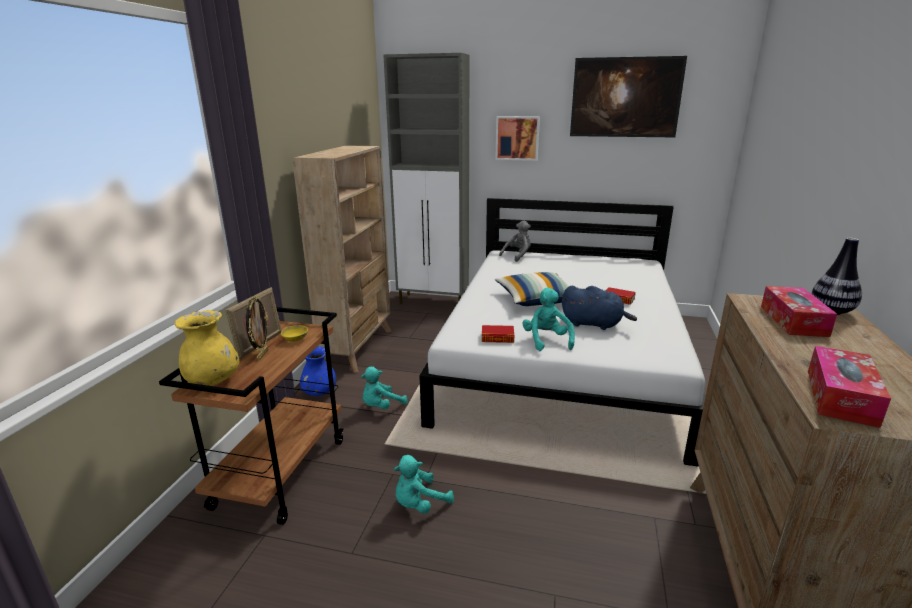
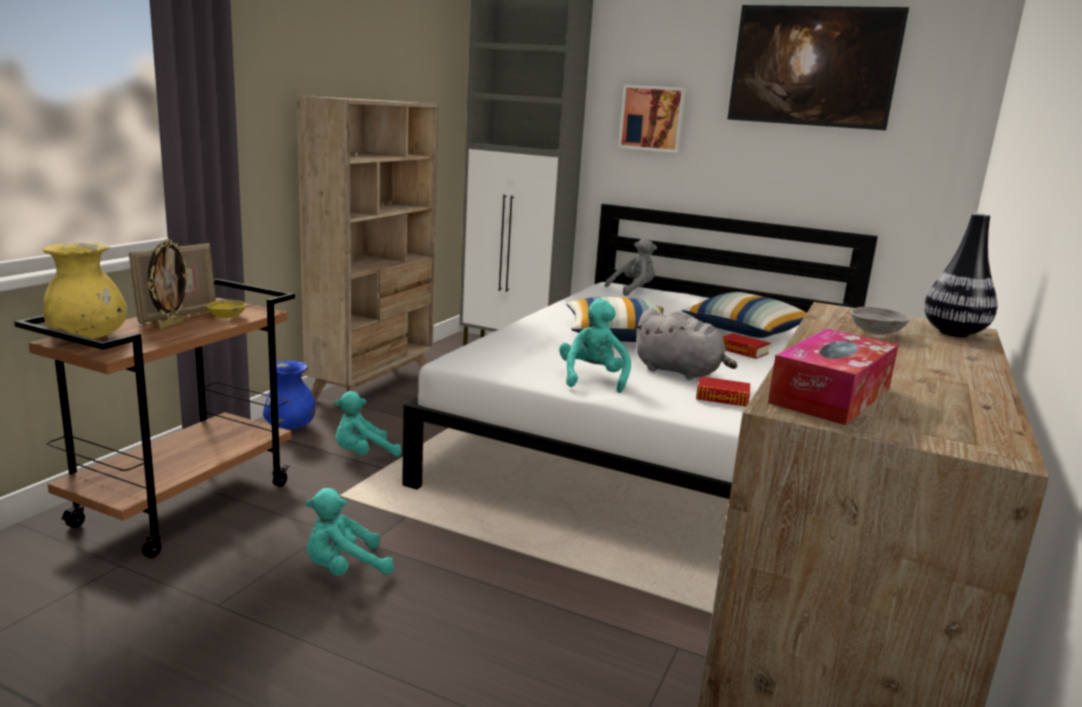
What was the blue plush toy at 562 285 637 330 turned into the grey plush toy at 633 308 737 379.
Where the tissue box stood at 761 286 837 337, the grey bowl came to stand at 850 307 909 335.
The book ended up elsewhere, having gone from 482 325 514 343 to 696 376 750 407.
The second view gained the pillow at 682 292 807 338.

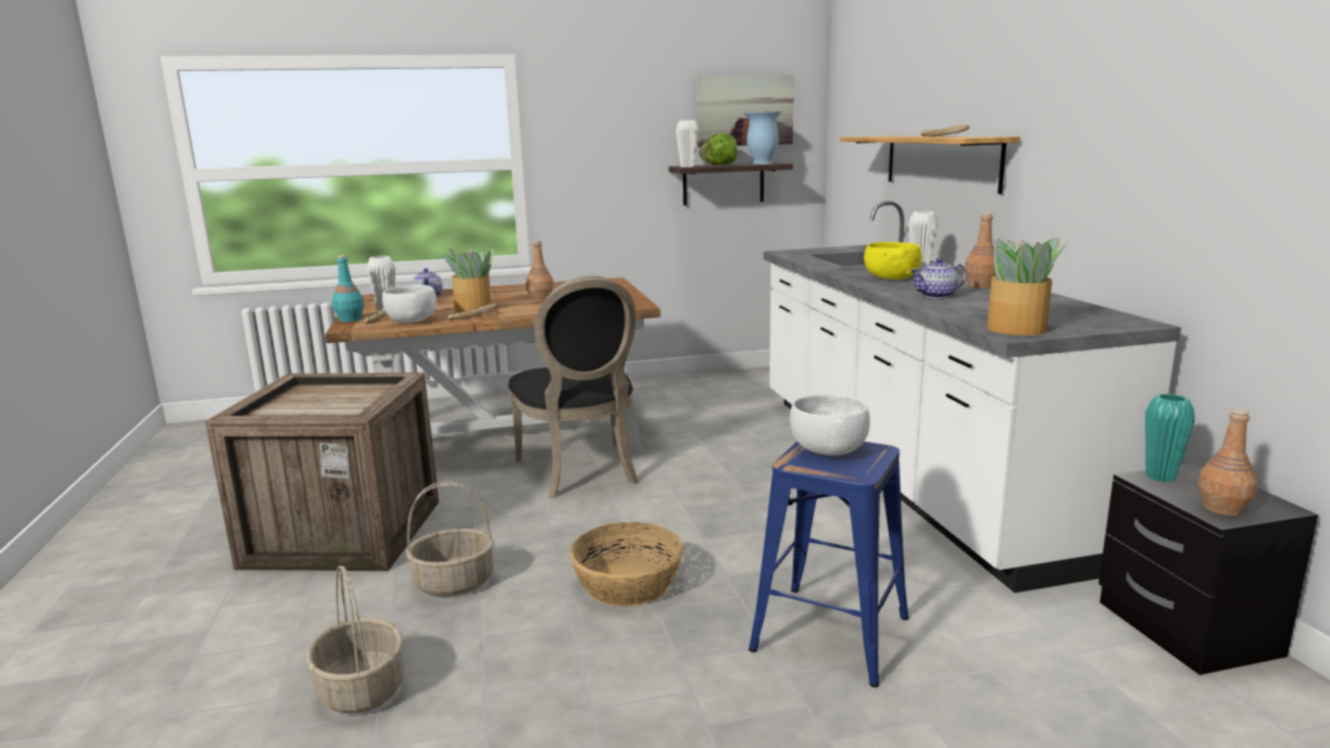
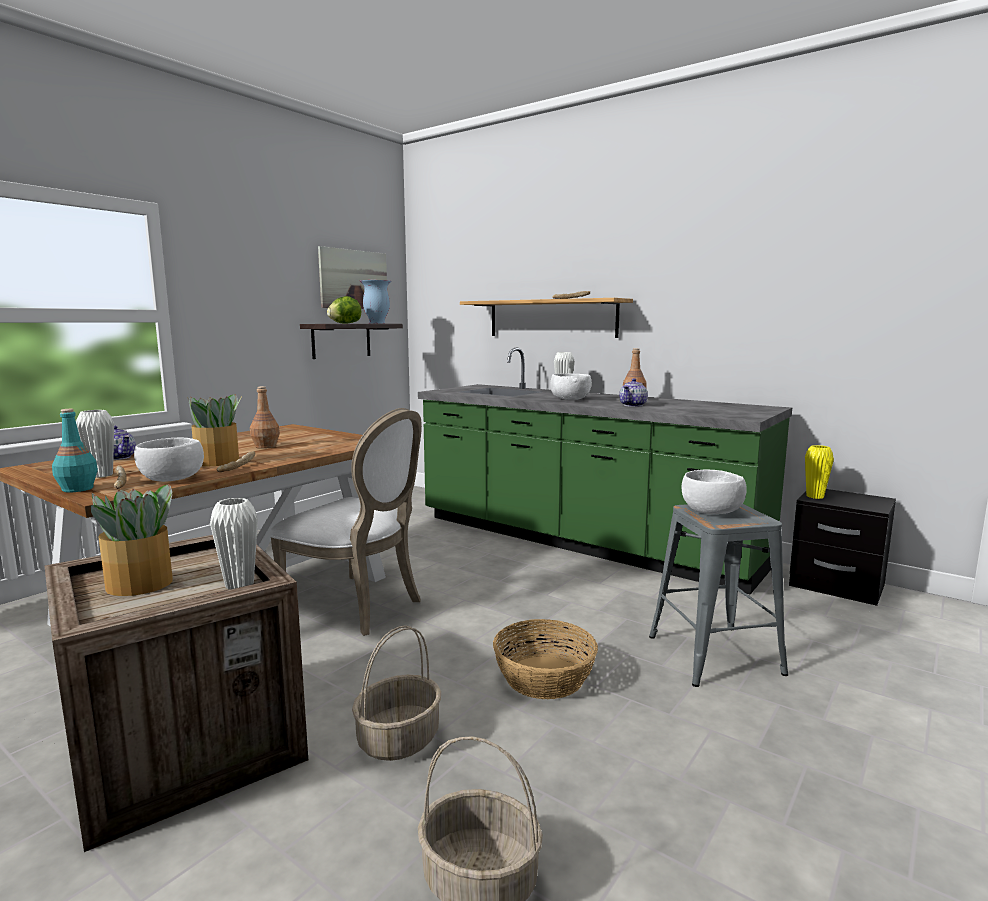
The white vase ended up elsewhere, having gone from 676 120 698 167 to 210 498 258 589.
What was the white counter at 764 201 1181 593 turned into the green counter at 418 348 792 595.
The potted plant ended up elsewhere, having gone from 987 238 1067 335 to 91 484 173 596.
What was the yellow bowl at 864 242 922 280 turned into the white bowl at 550 373 592 400.
What was the black chair at 508 276 639 498 turned into the white chair at 270 408 422 636.
What was the turquoise vase at 1145 394 1195 482 turned into the yellow vase at 805 445 834 499.
The second view lost the brown bottle at 1198 409 1258 516.
What was the blue stool at 749 441 909 687 turned into the grey stool at 649 504 788 687.

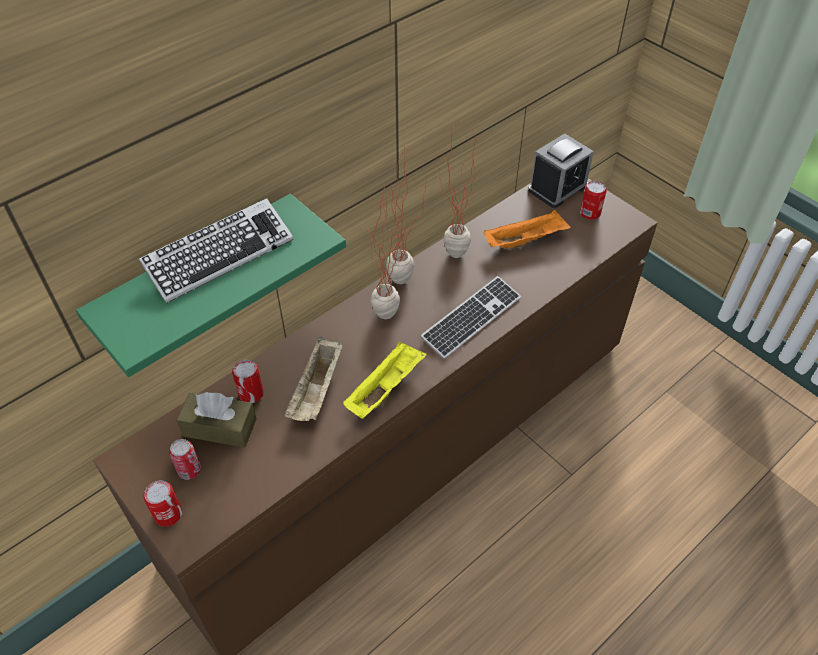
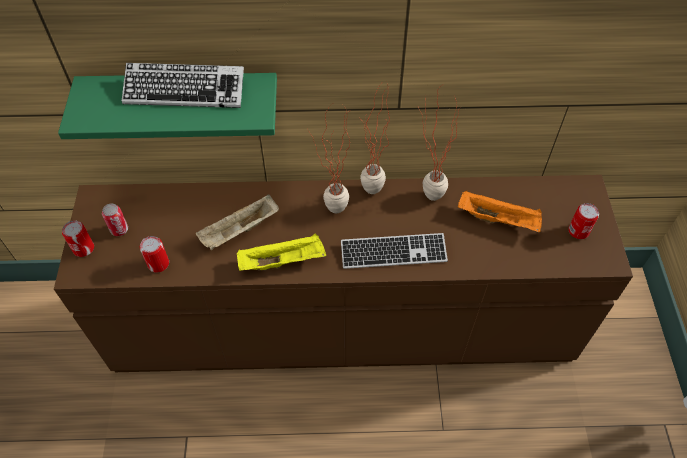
The second view lost the alarm clock at 528 134 594 208.
The can ended up elsewhere, having gone from 232 360 264 403 to 140 236 169 273.
The second view lost the brown tissue box at 176 392 256 448.

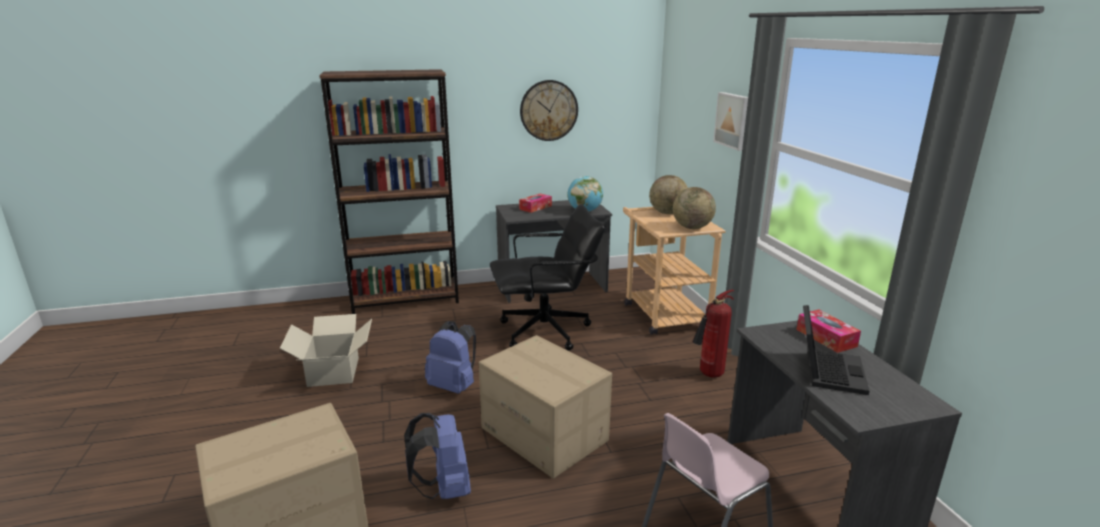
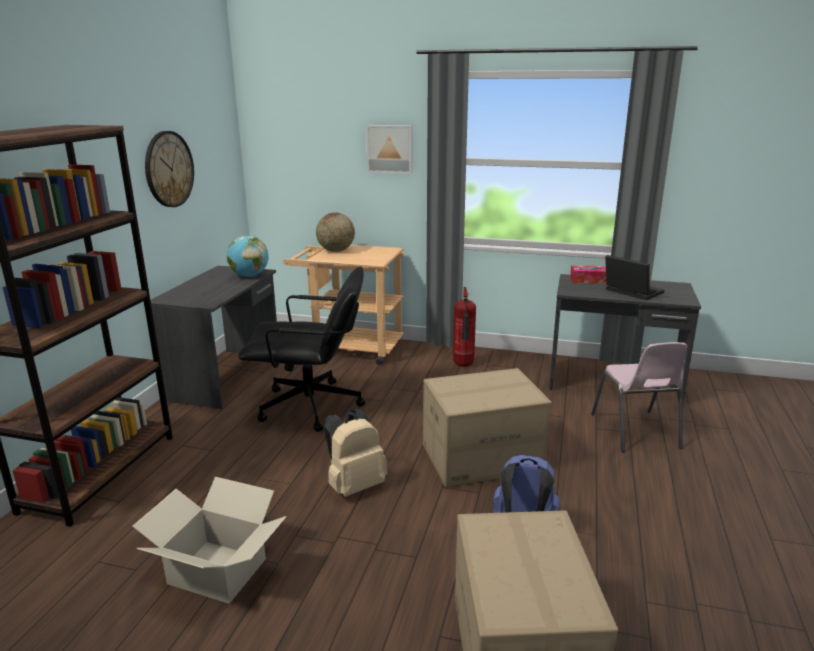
The second view lost the globe at 673 187 716 229.
The second view lost the tissue box at 519 194 552 213.
The black office chair at 490 204 605 351 ended up facing another way, 75 degrees clockwise from before.
What was the blue backpack at 425 321 476 394 turned into the beige backpack at 324 409 388 497.

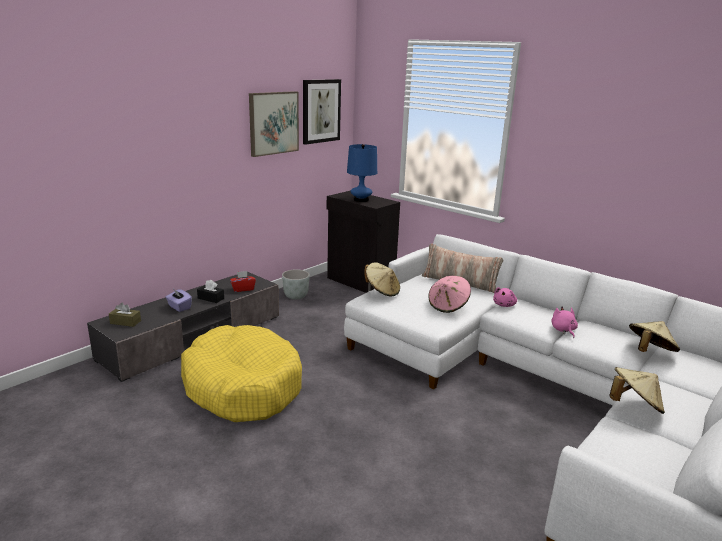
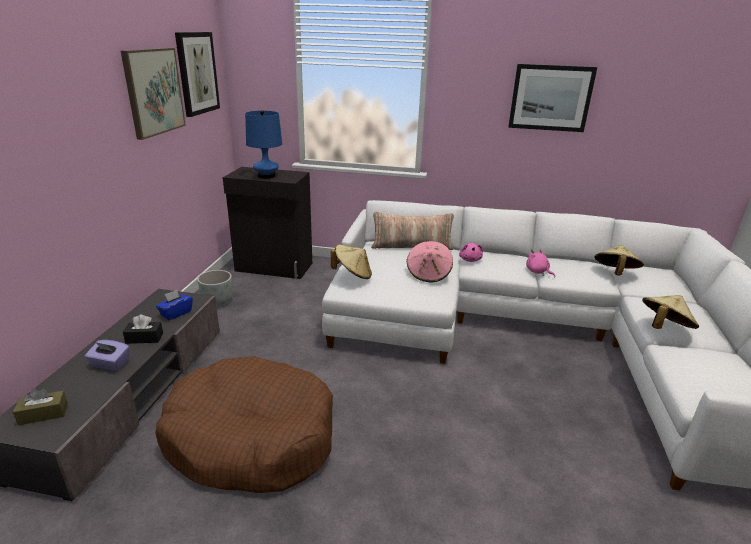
What was the red tissue box at 230 271 256 292 turned into the blue tissue box at 156 290 193 320.
What was the yellow dog bed at 181 325 302 422 turned into the brown dog bed at 155 356 333 493.
The second view gained the picture at 508 64 597 132.

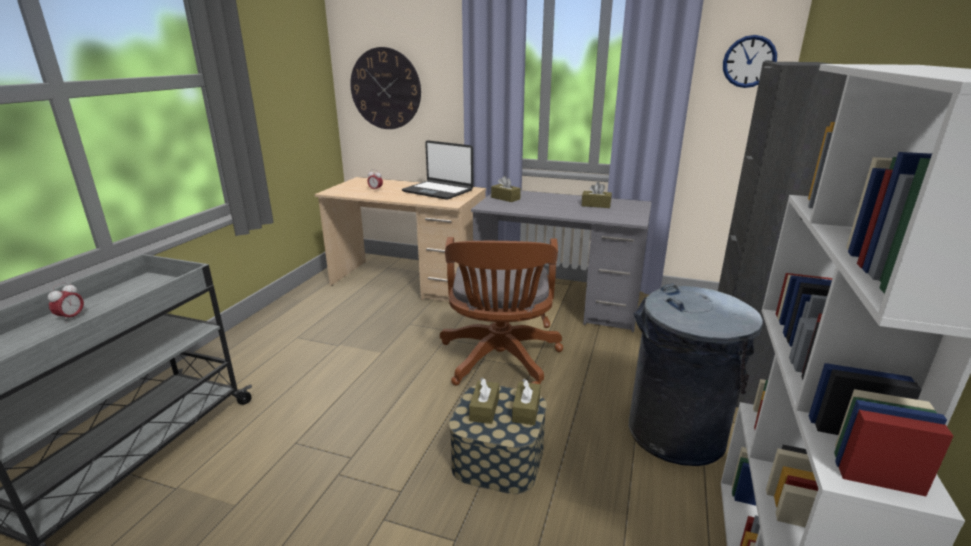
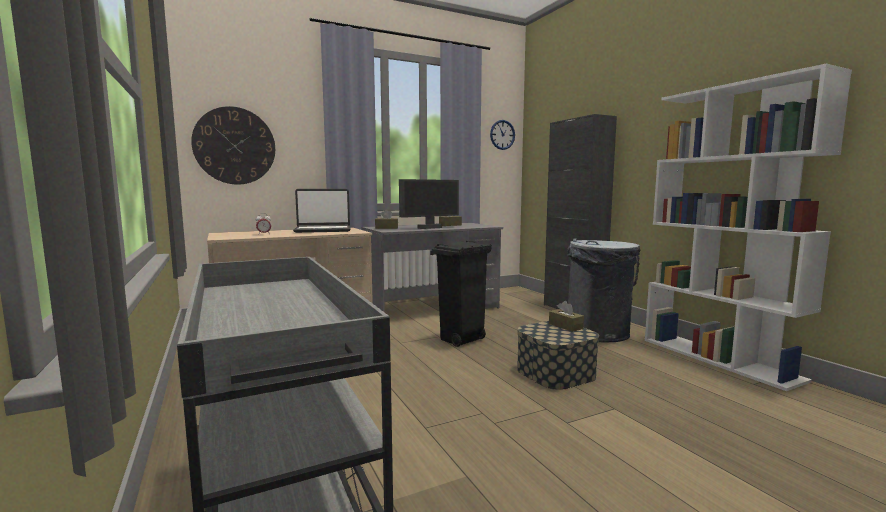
Where the brown office chair stood at 440 237 563 386, the black trash can came to stand at 430 241 492 347.
The second view lost the alarm clock at 48 282 84 323.
The second view lost the brown tissue box at 469 378 499 424.
The second view gained the monitor at 399 179 459 229.

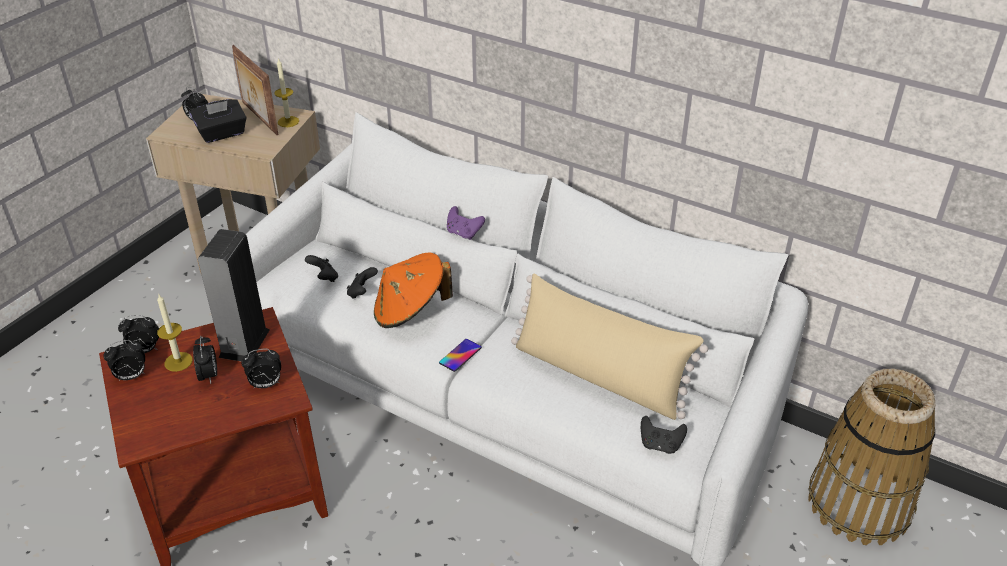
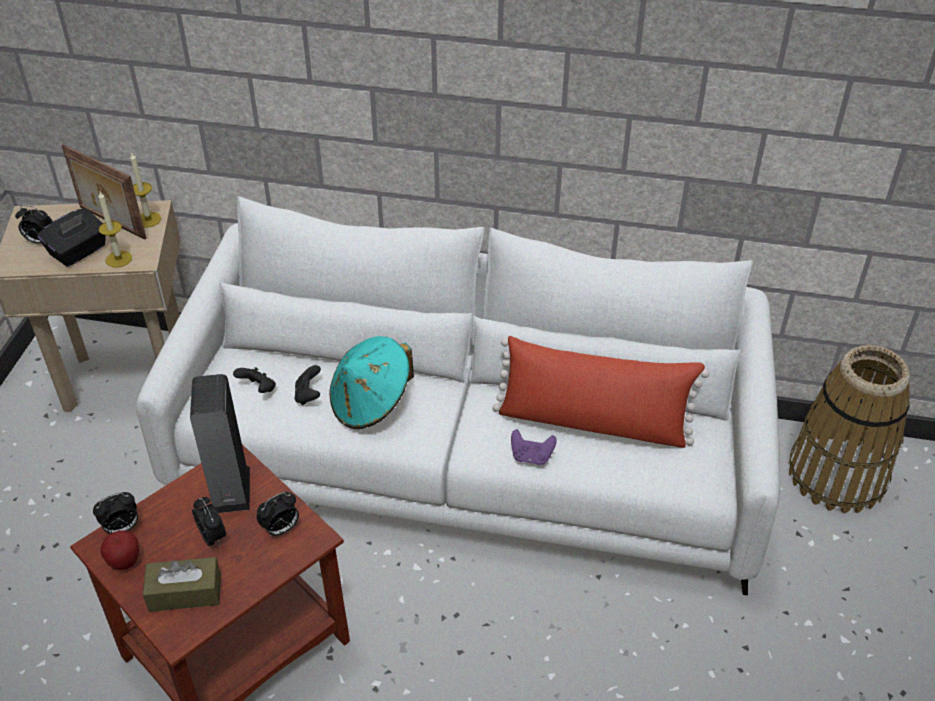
The purple game controller ended up elsewhere, having gone from 447 206 485 240 to 511 429 557 465.
What was the orange hat at 374 253 453 328 turned into the turquoise hat at 330 336 414 429.
What was the beige pillow at 511 273 708 420 turned into the red pillow at 492 336 709 448.
The candle ended up elsewhere, having gone from 157 295 193 372 to 98 192 132 268.
The second view lost the phone at 439 339 482 372.
Where the alarm clock stood at 103 340 145 381, the apple came to stand at 101 530 139 570.
The second view lost the black game controller at 641 416 687 454.
The second view gained the brown tissue box at 143 557 221 612.

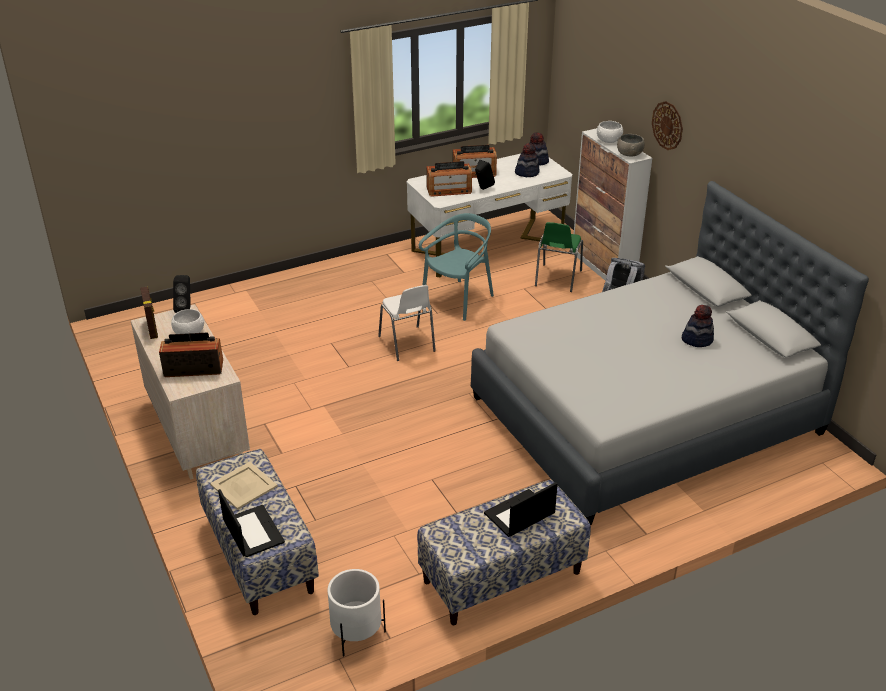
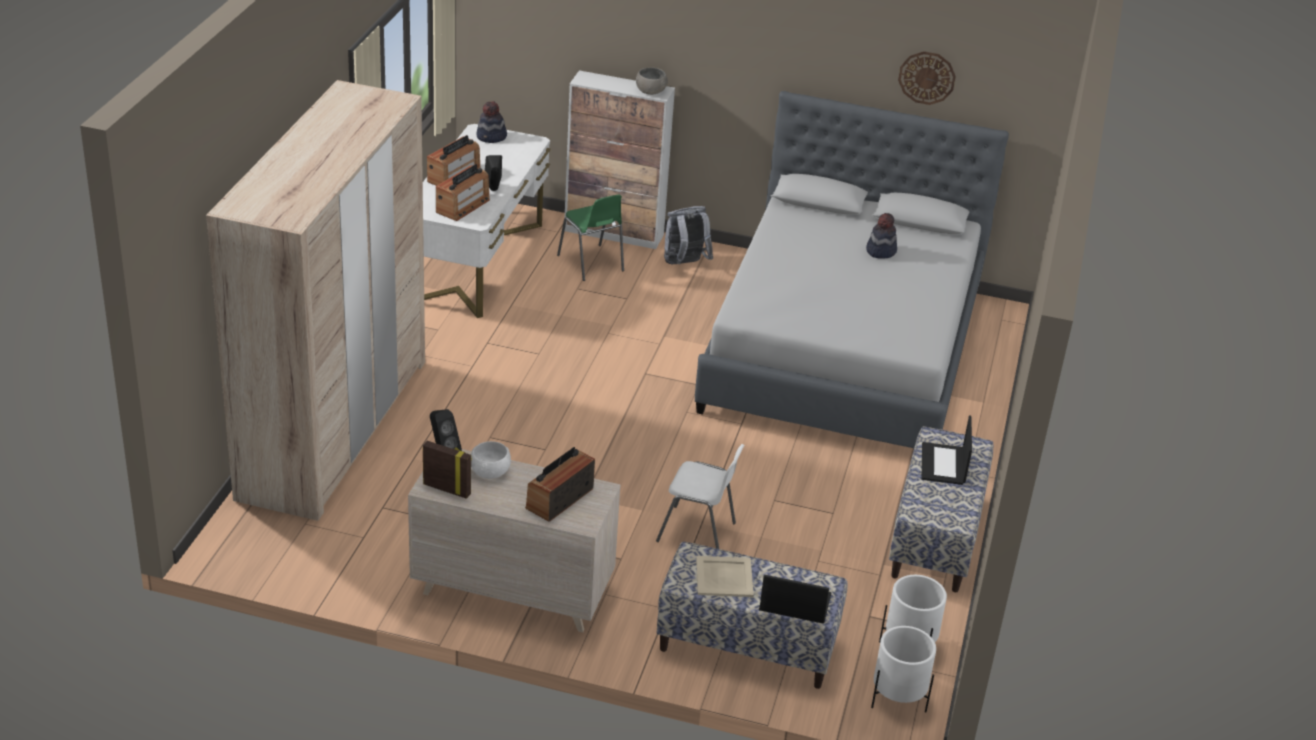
The wall clock ended up elsewhere, having gone from 652 101 683 150 to 898 51 956 105.
The second view lost the white bowl at 597 121 623 143.
The second view lost the hat at 515 143 539 177.
The second view lost the turquoise chair at 419 213 494 321.
The white chair ended up elsewhere, having gone from 378 285 436 361 to 656 444 744 549.
The second view gained the beige wardrobe at 206 80 425 521.
The second view gained the white planter at 871 626 936 713.

